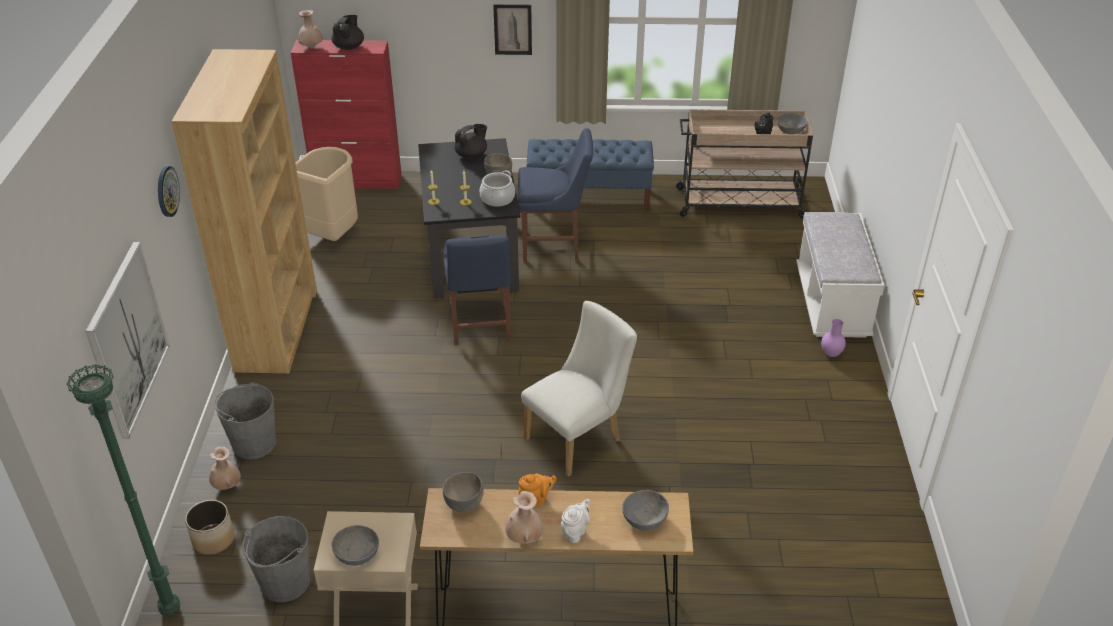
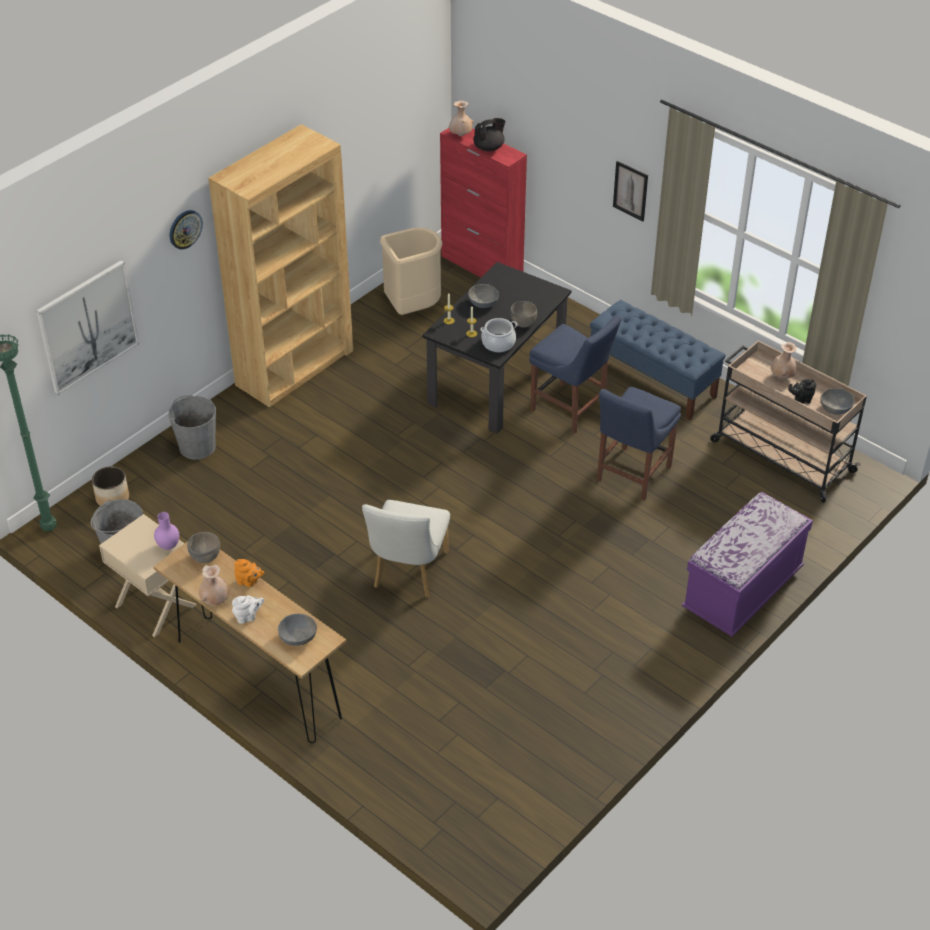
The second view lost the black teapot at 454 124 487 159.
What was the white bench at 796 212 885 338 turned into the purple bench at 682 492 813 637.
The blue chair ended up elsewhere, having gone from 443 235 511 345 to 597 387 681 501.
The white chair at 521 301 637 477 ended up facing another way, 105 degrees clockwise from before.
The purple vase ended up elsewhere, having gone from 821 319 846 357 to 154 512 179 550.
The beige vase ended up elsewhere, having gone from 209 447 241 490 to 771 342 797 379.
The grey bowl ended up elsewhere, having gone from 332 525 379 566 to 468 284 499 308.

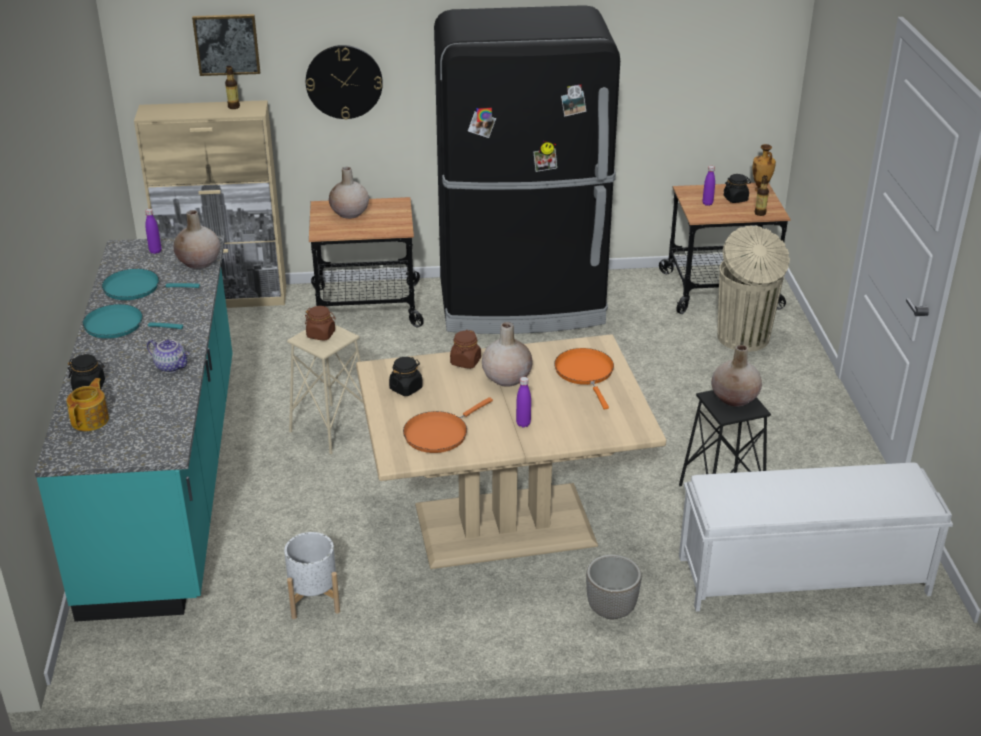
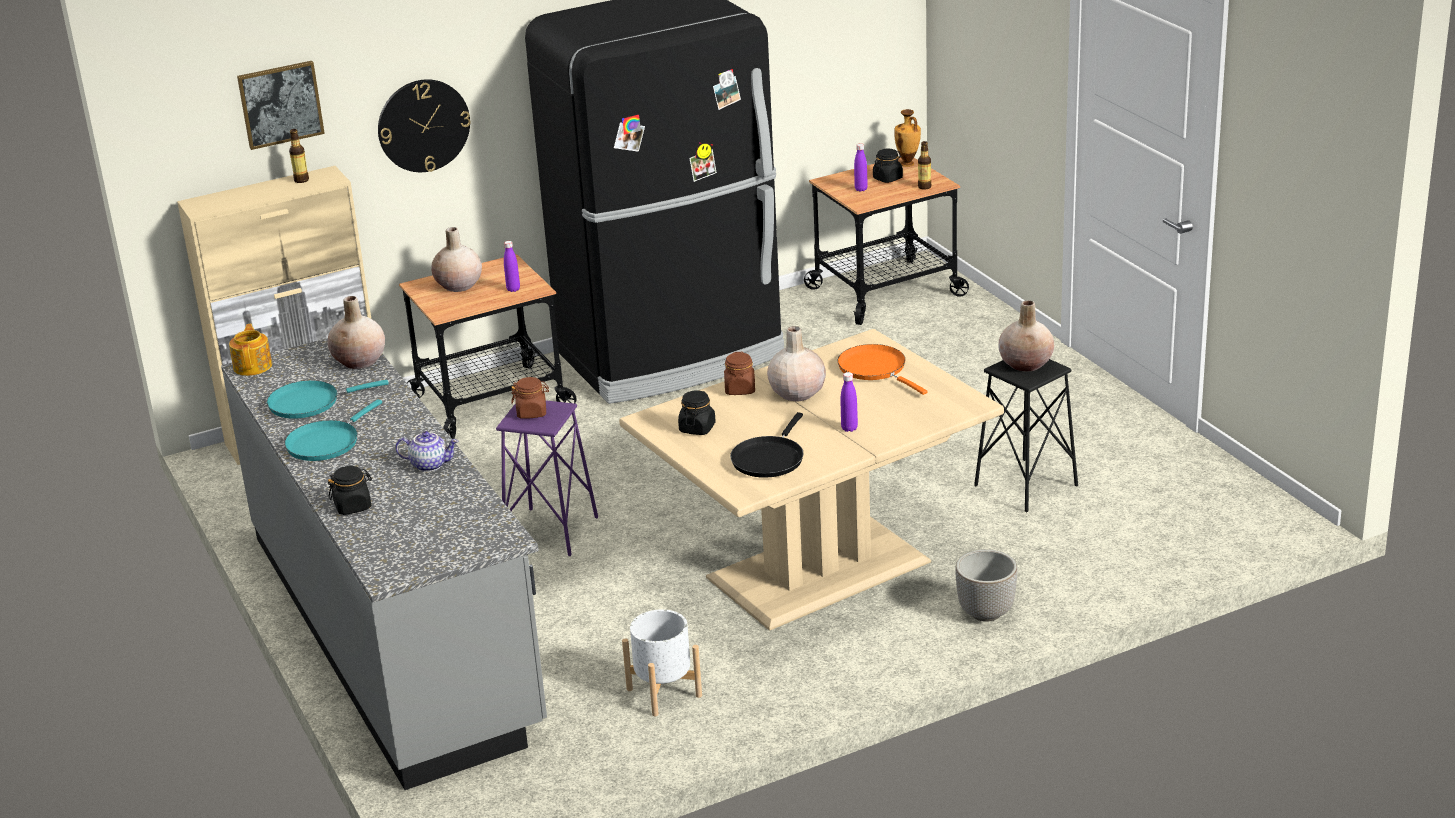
The purple bottle ended up elsewhere, having gone from 145 209 162 254 to 504 241 520 292.
The second view lost the beige trash can at 717 226 790 352.
What was the turquoise counter at 35 236 233 622 turned into the grey counter at 221 338 547 790.
The turquoise frying pan at 83 304 183 339 ended up facing another way, 45 degrees counterclockwise from before.
What was the beige stool at 287 325 363 454 turned into the purple stool at 496 401 598 556.
The teapot ended up elsewhere, having gone from 66 378 109 431 to 229 324 272 376.
What was the orange frying pan at 403 397 493 453 turned into the black frying pan at 730 412 804 478.
The second view lost the white bench at 679 462 953 611.

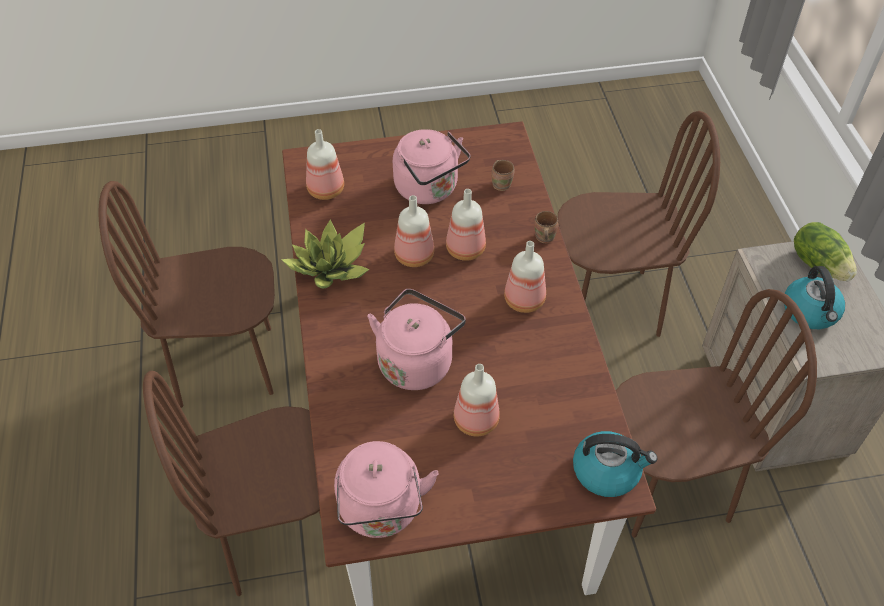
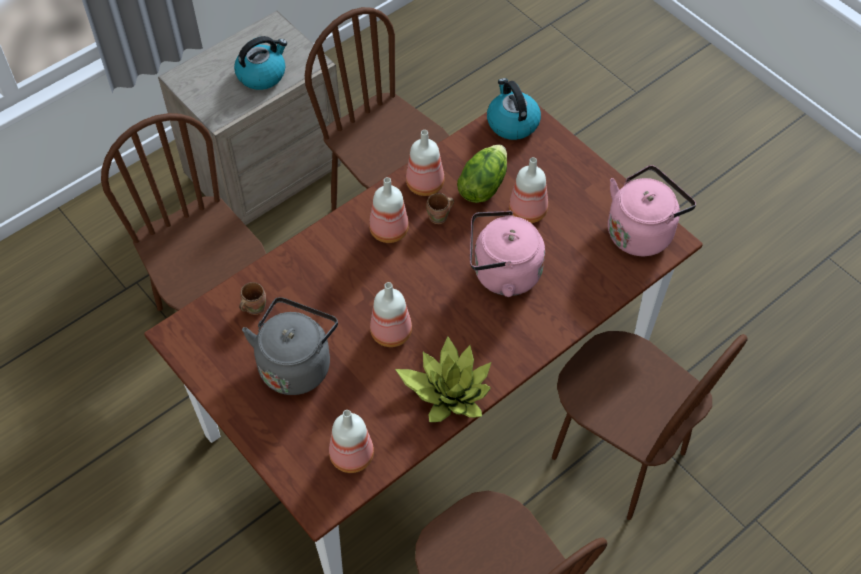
What was the pink kettle at 393 129 470 204 turned into the grey kettle at 242 297 338 395.
The bottle ended up elsewhere, having gone from 446 189 486 261 to 406 130 444 196.
The brown mug ended up elsewhere, having gone from 534 211 558 243 to 426 193 454 224.
The lettuce ended up elsewhere, having gone from 794 222 857 281 to 457 145 507 203.

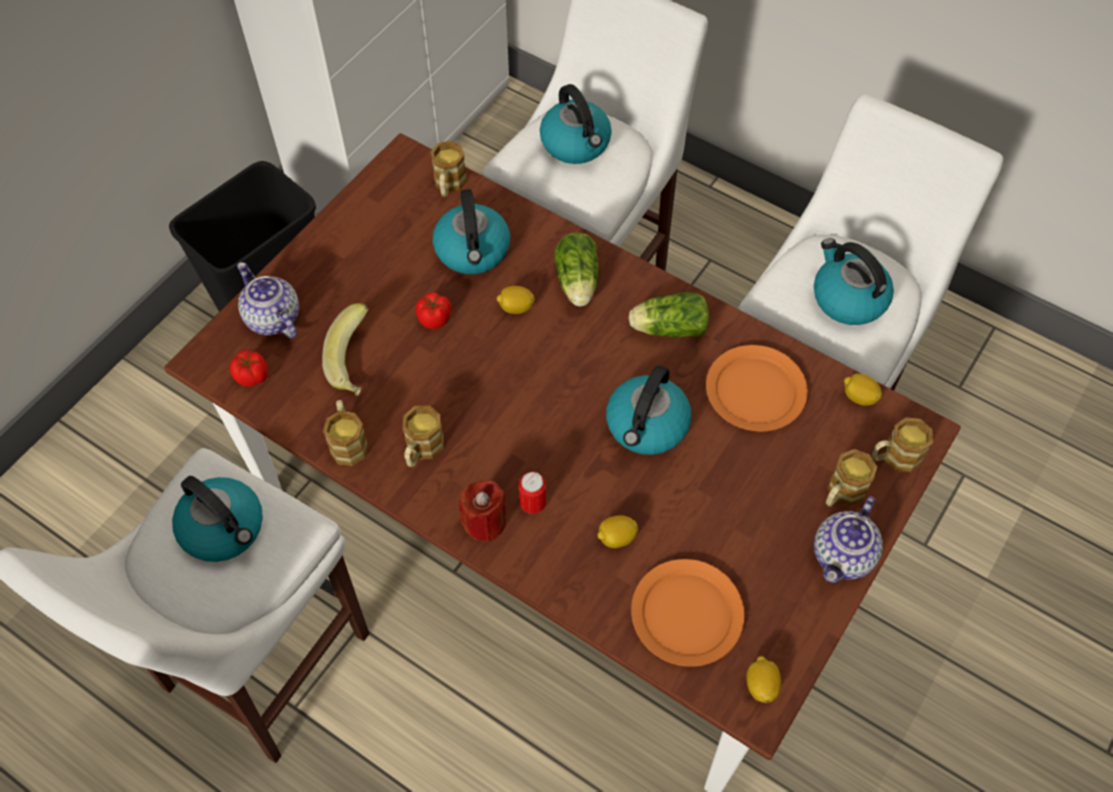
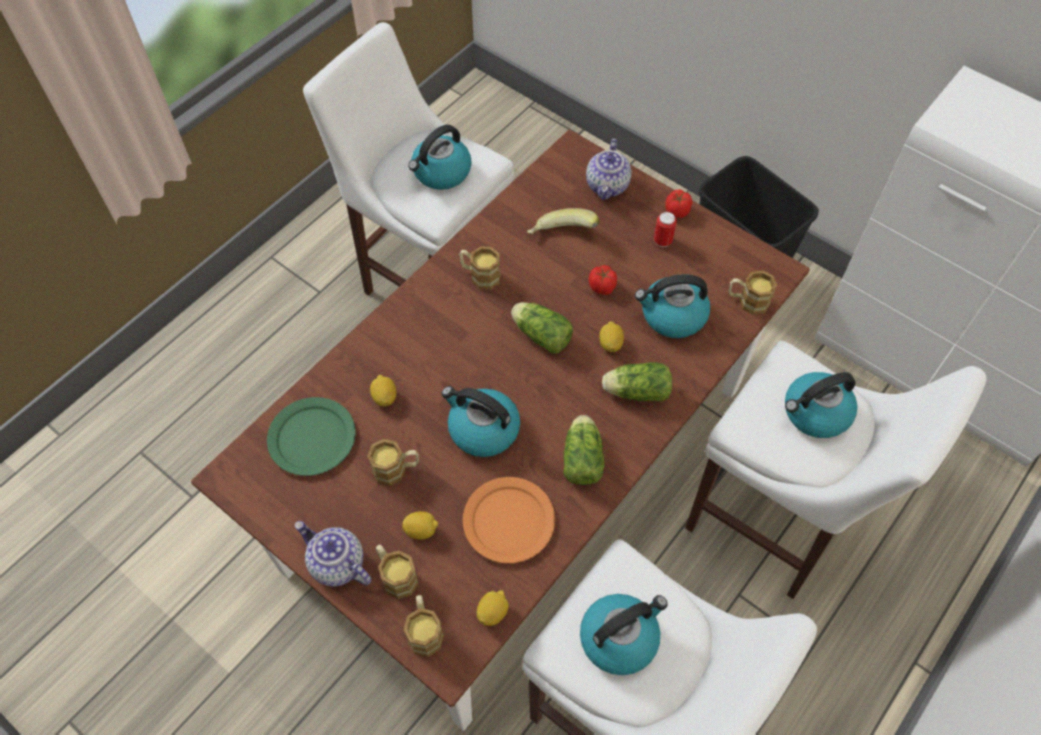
The teapot at 237 262 299 339 ended up facing another way, 135 degrees clockwise from before.
The tomato ended up elsewhere, having gone from 230 350 268 387 to 665 189 693 218.
The mug ended up elsewhere, having gone from 323 400 369 466 to 367 439 419 486.
The can ended up elsewhere, having gone from 519 472 546 514 to 654 212 677 247.
The second view lost the red candle at 459 480 506 542.
What was the orange plate at 631 559 745 667 turned into the green plate at 267 397 355 476.
The lemon ended up elsewhere, having gone from 746 656 781 703 to 402 511 438 540.
The second view gained the lettuce at 511 302 573 353.

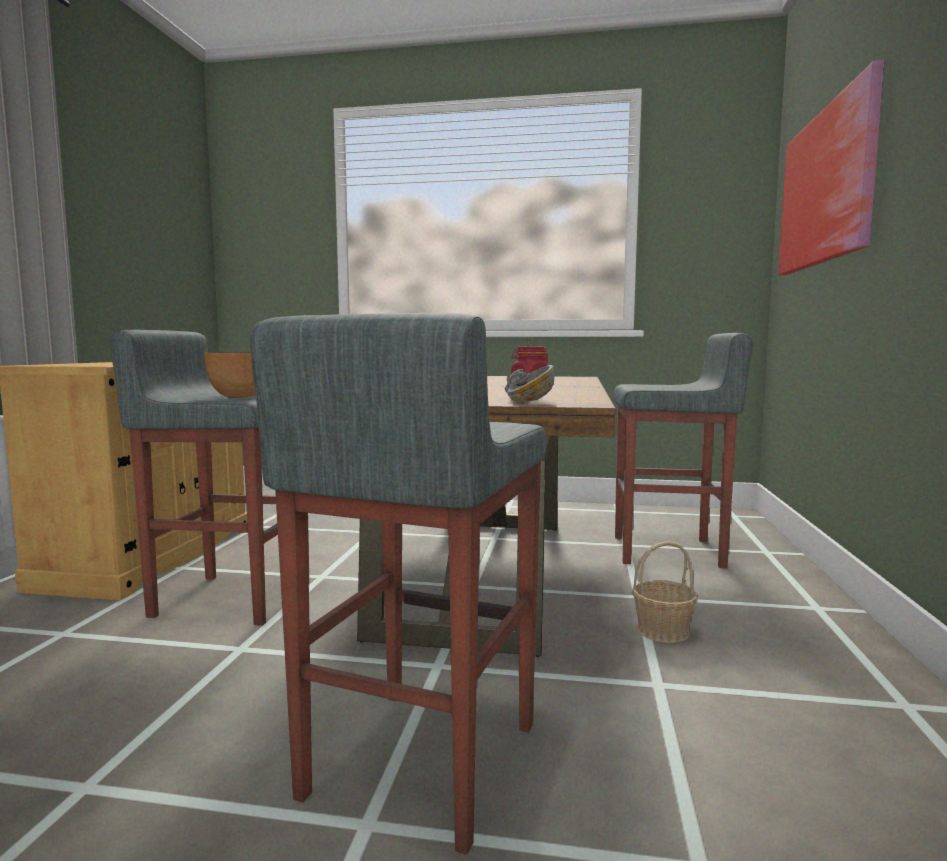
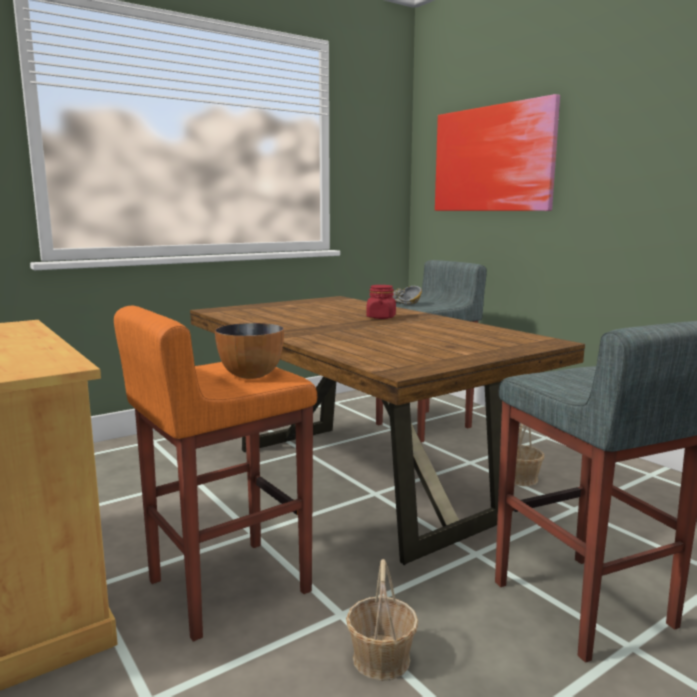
What was the grey stool at 110 330 309 626 turned into the orange stool at 114 306 317 642.
The grey bowl ended up elsewhere, having gone from 505 365 554 403 to 393 286 422 305.
The second view gained the basket at 346 559 418 681.

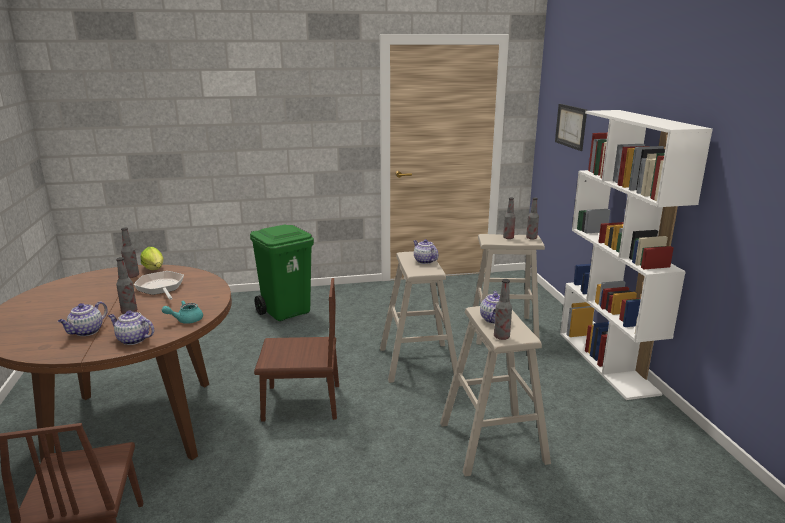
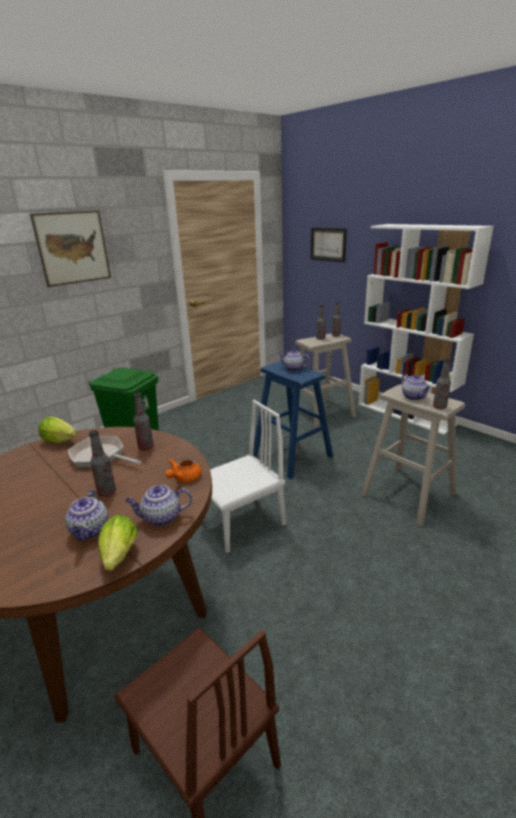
The bottle ended up elsewhere, having gone from 121 227 139 278 to 133 393 154 450.
What was the beige stool at 380 251 457 383 turned into the blue stool at 253 361 333 479.
What was the brown chair at 254 278 339 422 turned into the white chair at 203 400 286 553.
What was the turquoise teapot at 162 300 203 324 turned into the orange teapot at 165 458 201 482.
The second view gained the picture at 30 210 111 287.
The second view gained the lettuce at 98 515 138 571.

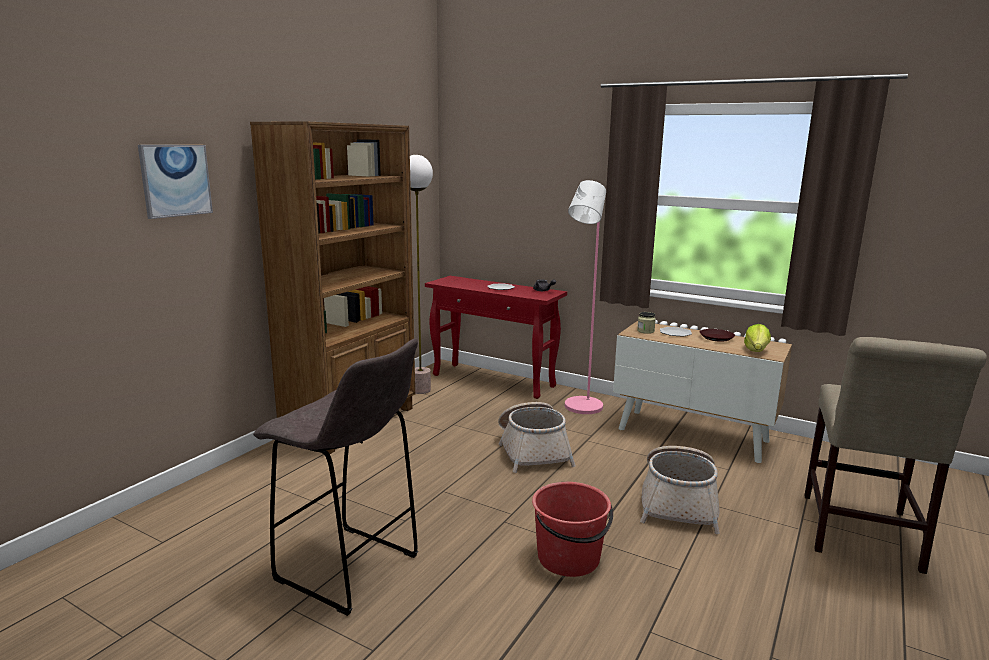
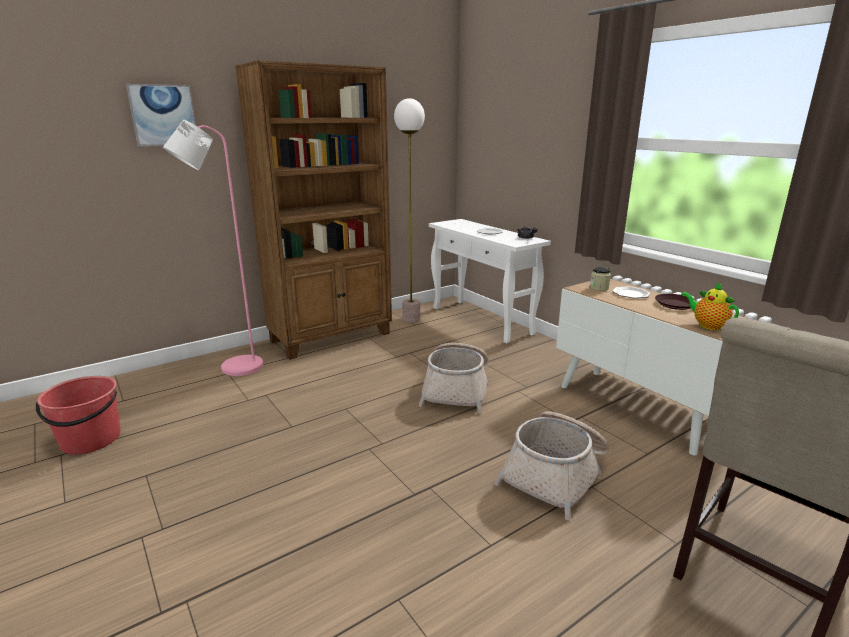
The pink floor lamp ended up elsewhere, having gone from 565 180 606 414 to 163 120 263 376.
What was the red console table at 425 276 567 399 turned into the white console table at 429 219 551 343.
Where the lettuce stood at 744 324 771 352, the teapot came to stand at 681 282 739 330.
The second view lost the grey stool at 253 338 418 616.
The red bucket ended up elsewhere, having gone from 532 482 613 577 to 36 376 120 454.

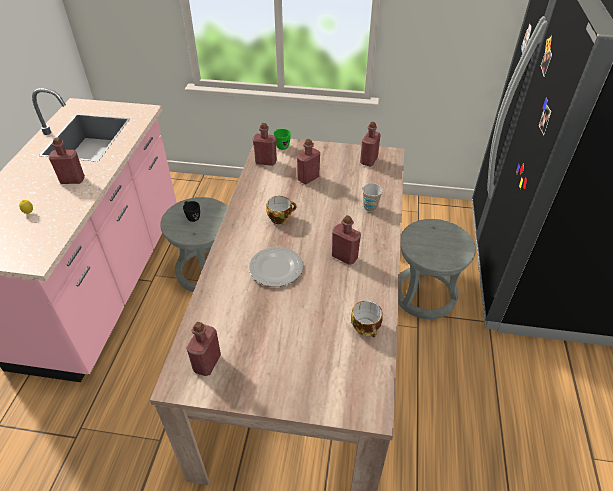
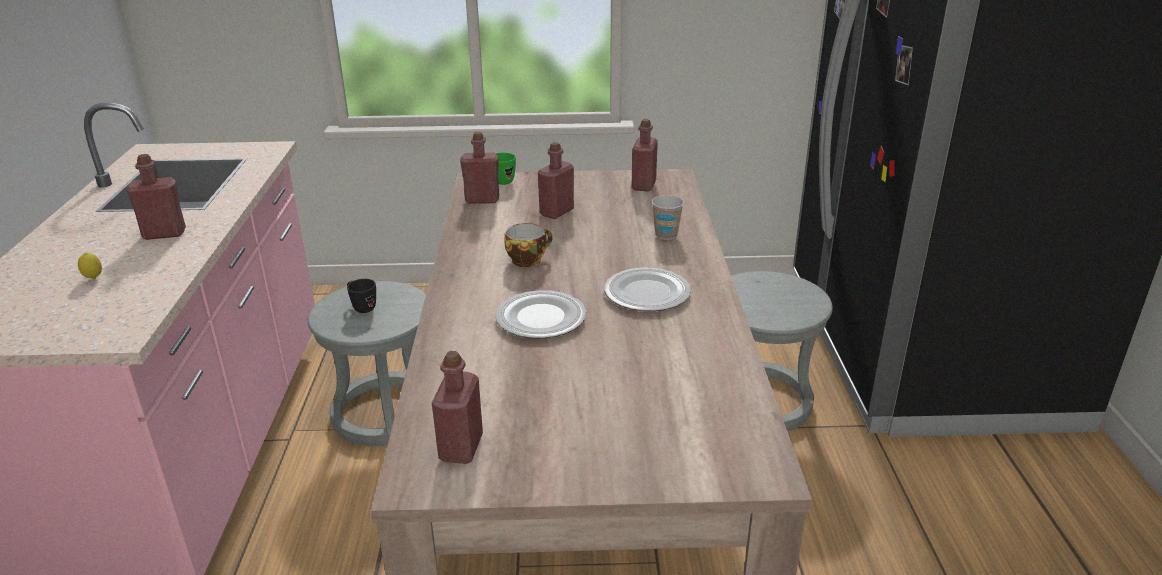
Where the red bottle stood at 332 215 361 265, the plate came to stand at 604 268 691 311.
The second view lost the cup at 351 301 383 337.

